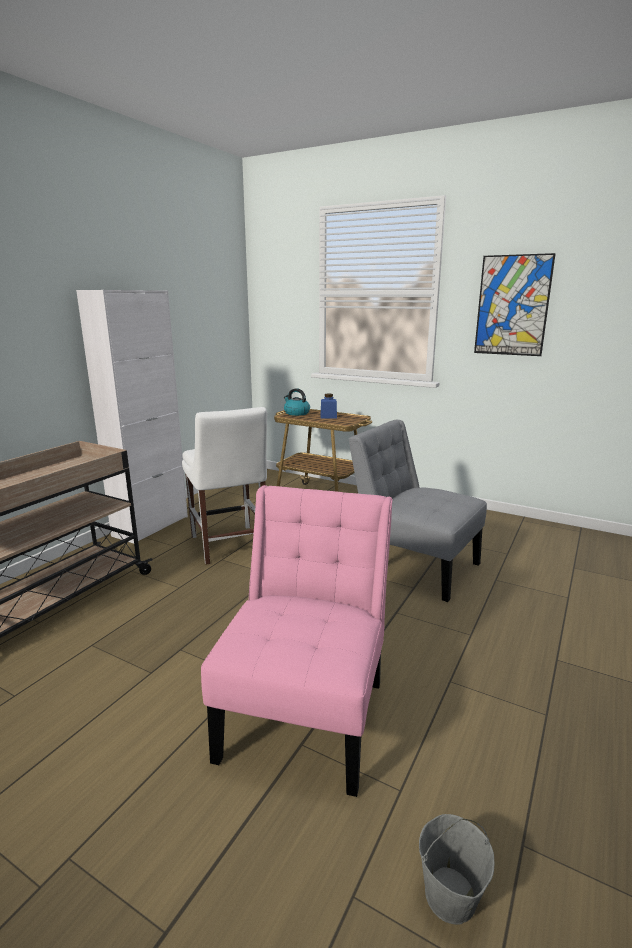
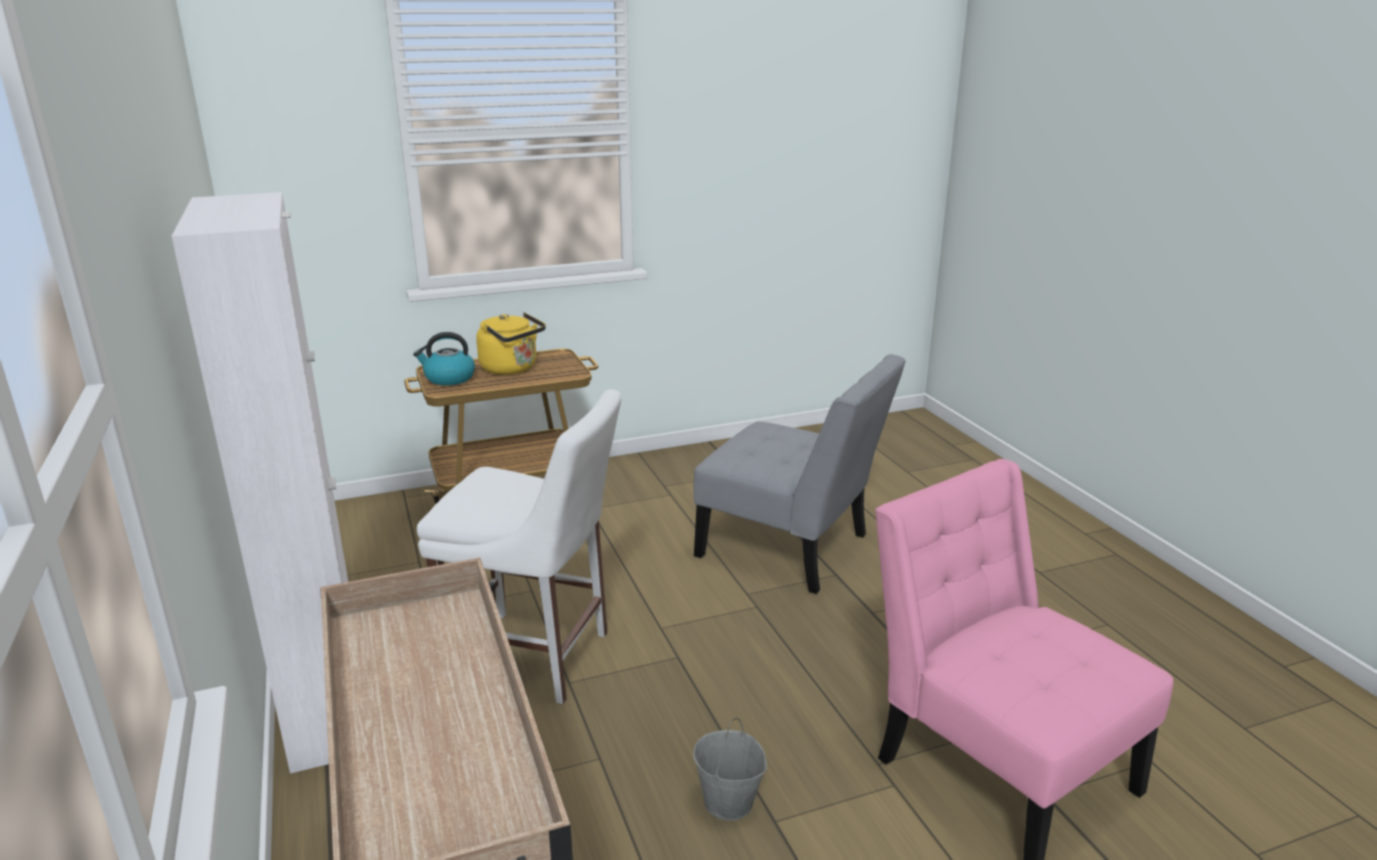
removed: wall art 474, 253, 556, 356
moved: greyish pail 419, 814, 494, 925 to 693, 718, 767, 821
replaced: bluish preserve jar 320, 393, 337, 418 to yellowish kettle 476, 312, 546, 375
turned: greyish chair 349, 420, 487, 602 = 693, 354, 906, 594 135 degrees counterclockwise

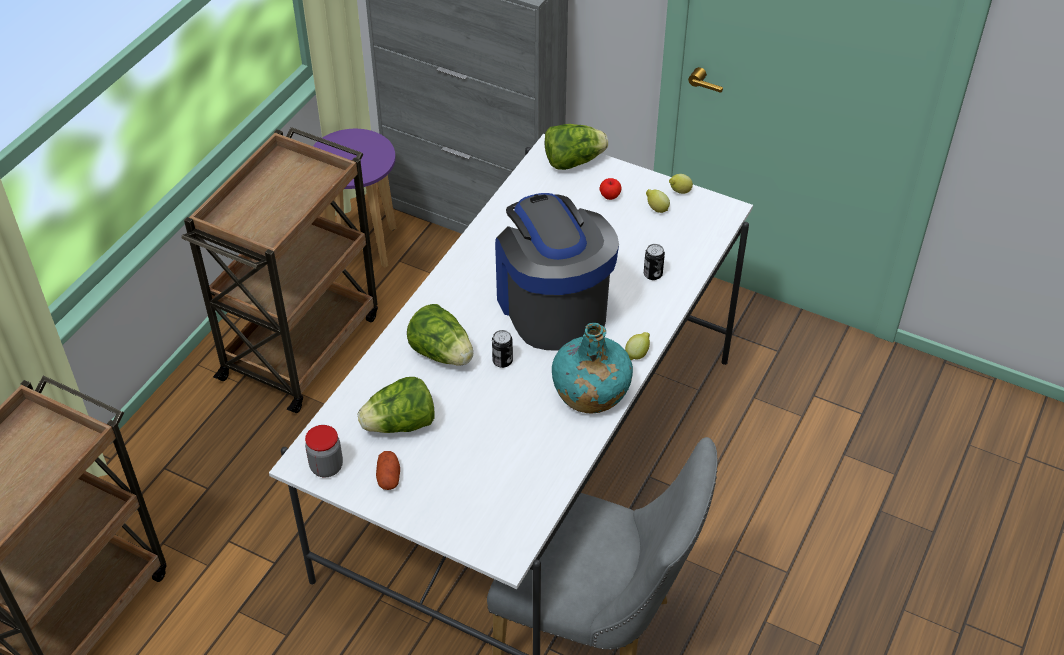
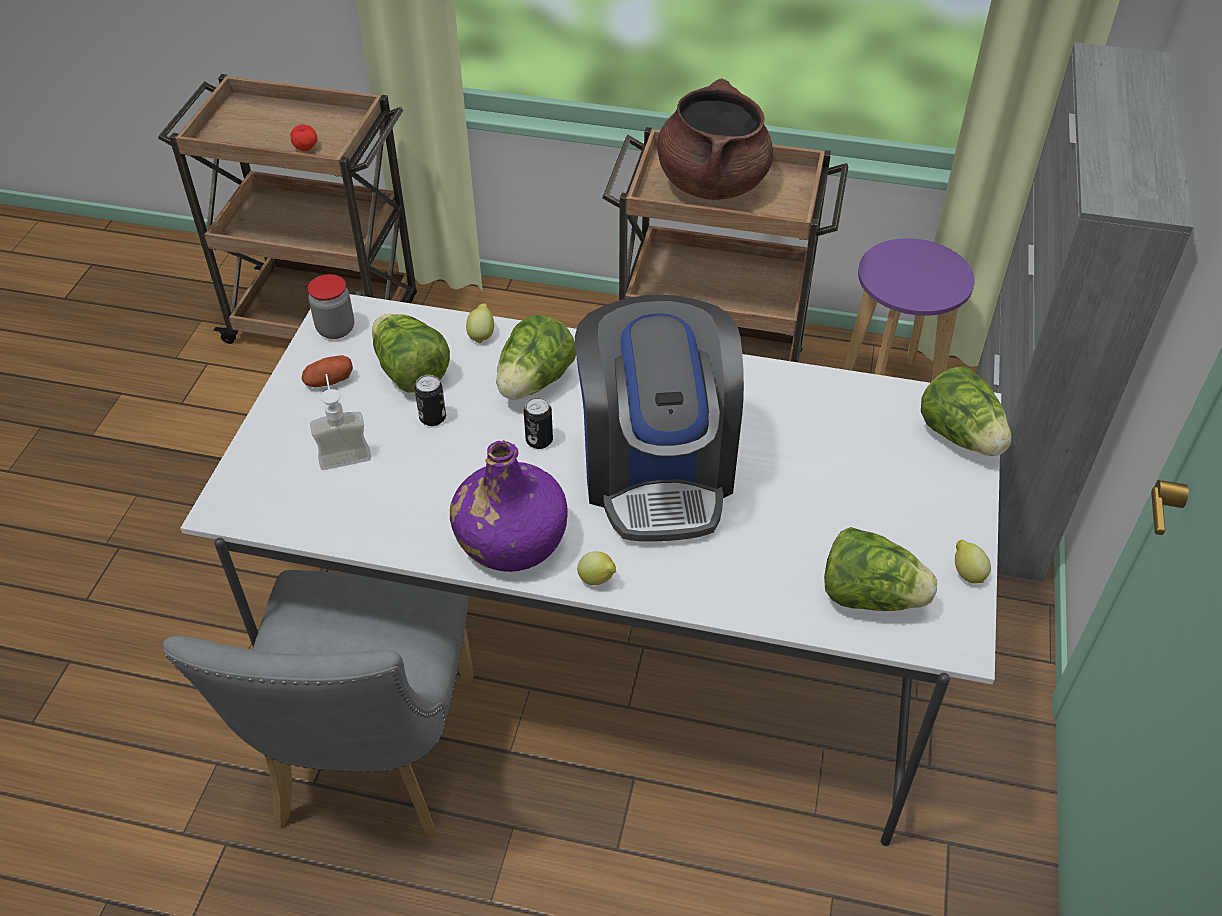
added: soap bottle 310, 374, 371, 470; brown-coloured cooking pot 657, 78, 773, 200; head of lettuce 824, 527, 937, 611
moved: apple fruit 600, 178, 622, 200 to 291, 125, 317, 152; can 644, 244, 665, 280 to 415, 375, 446, 426; whole lemon 646, 189, 670, 213 to 466, 303, 494, 344
recoloured: turquoise-coloured beverage bottle 552, 323, 633, 414 to purplish beverage bottle 450, 440, 568, 572
turned: coffee machine 495, 193, 619, 351 = 575, 295, 744, 542 120 degrees clockwise

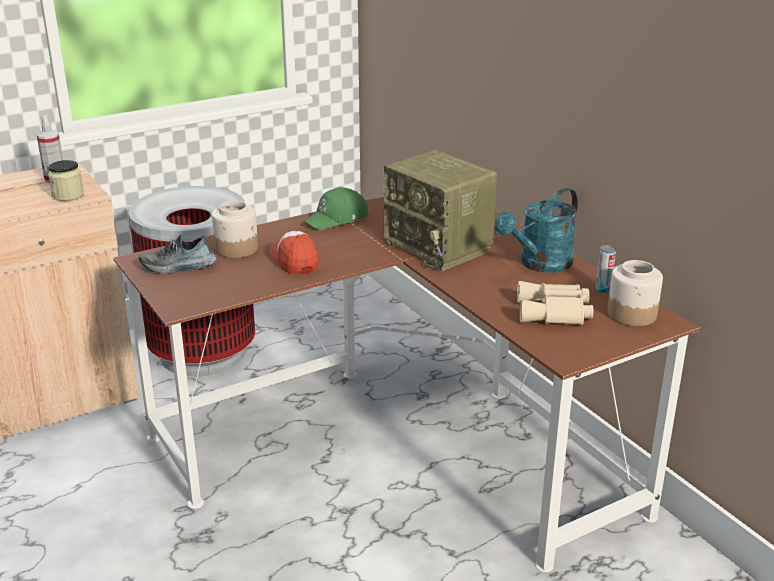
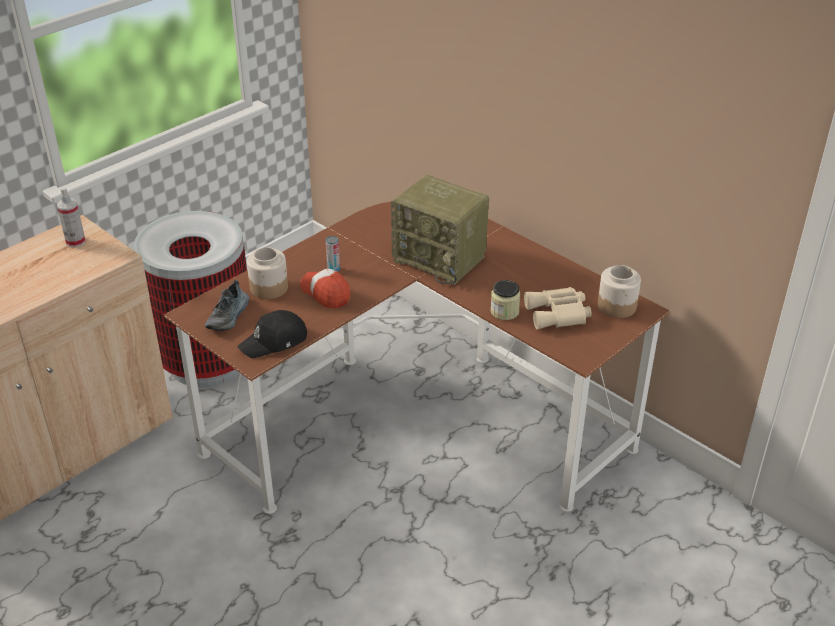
removed: greenish cap 303, 187, 368, 230; turquoise-coloured watering pot 495, 188, 578, 273
added: black-coloured cap 238, 310, 307, 358
moved: preserve jar 48, 160, 84, 201 to 490, 280, 520, 320; can 595, 245, 616, 293 to 326, 236, 340, 272
turned: low shoe 139, 234, 217, 274 = 205, 280, 249, 331 45 degrees counterclockwise

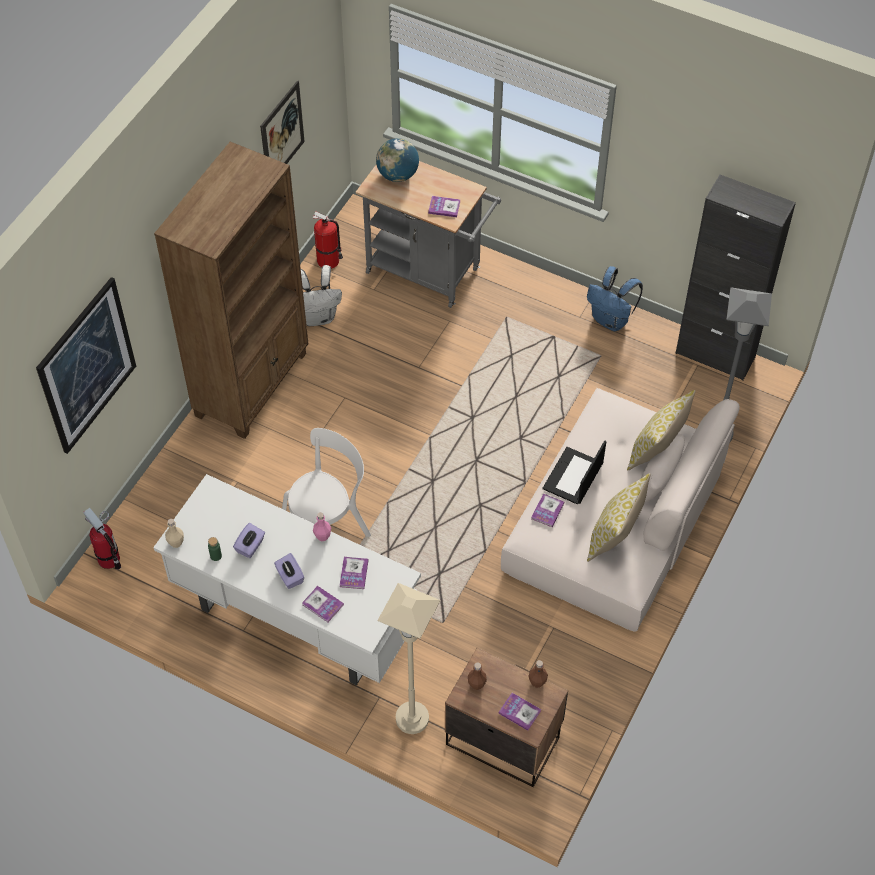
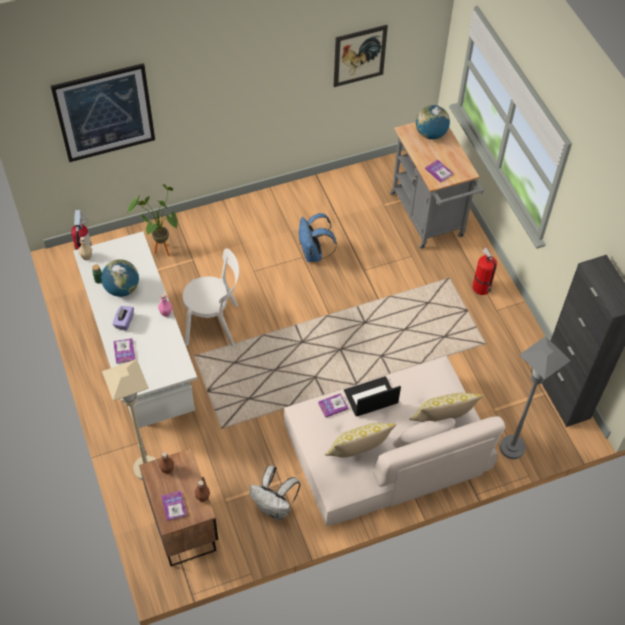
removed: brown-coloured bookshelf 154, 142, 308, 439; bound book 340, 557, 368, 589
added: plant in a pot 127, 184, 178, 256
moved: white-coloured rucksack 301, 265, 342, 326 to 249, 466, 300, 520; extinguisher 312, 211, 343, 269 to 472, 247, 497, 295; bluish rucksack 587, 266, 643, 331 to 299, 213, 337, 262
replaced: purplish tissue box 233, 523, 265, 558 to world globe 101, 259, 139, 297

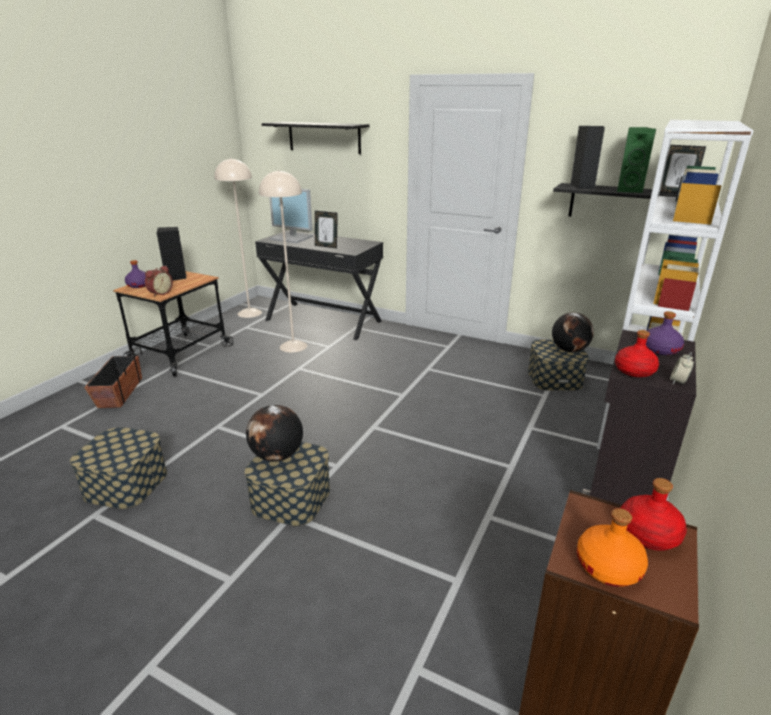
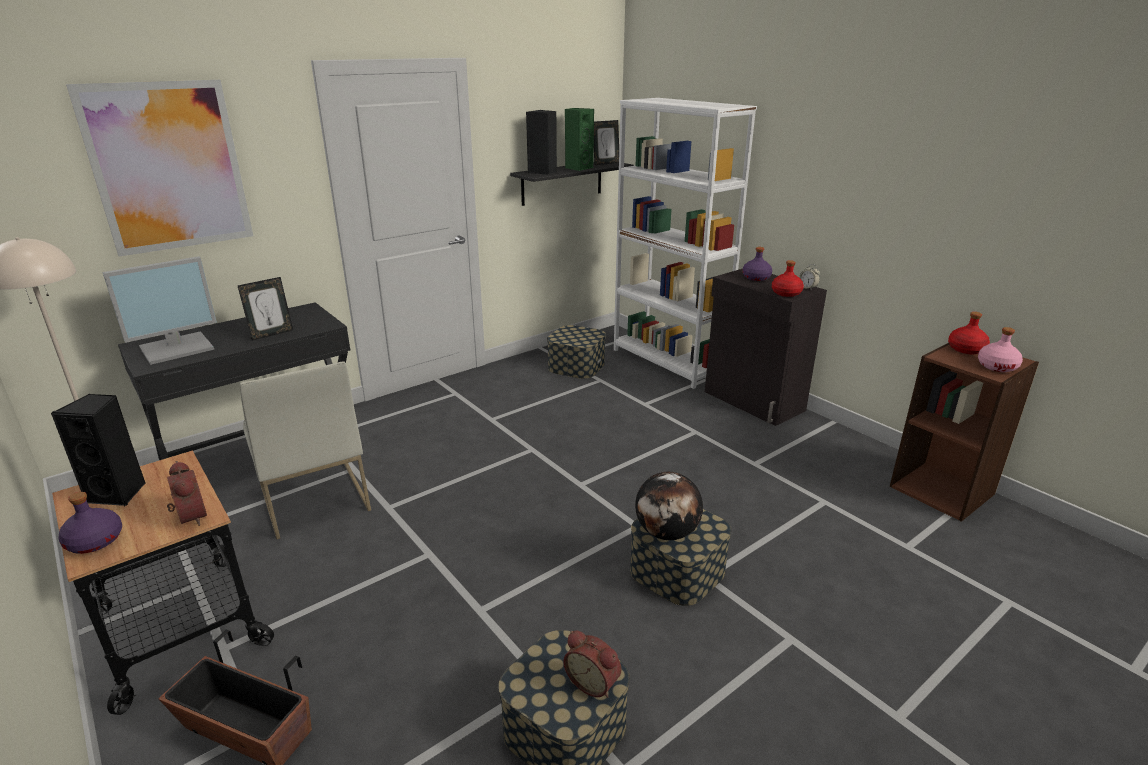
removed: world globe 552, 312, 594, 352
added: alarm clock 563, 631, 621, 698
replaced: beige-coloured floor lamp 259, 170, 307, 353 to white-coloured chair 240, 362, 371, 539; black-coloured bracket shelf 262, 122, 370, 154 to wall art 66, 80, 253, 257
recoloured: orange-coloured beverage bottle 577, 508, 648, 587 to pinkish beverage bottle 978, 327, 1023, 372

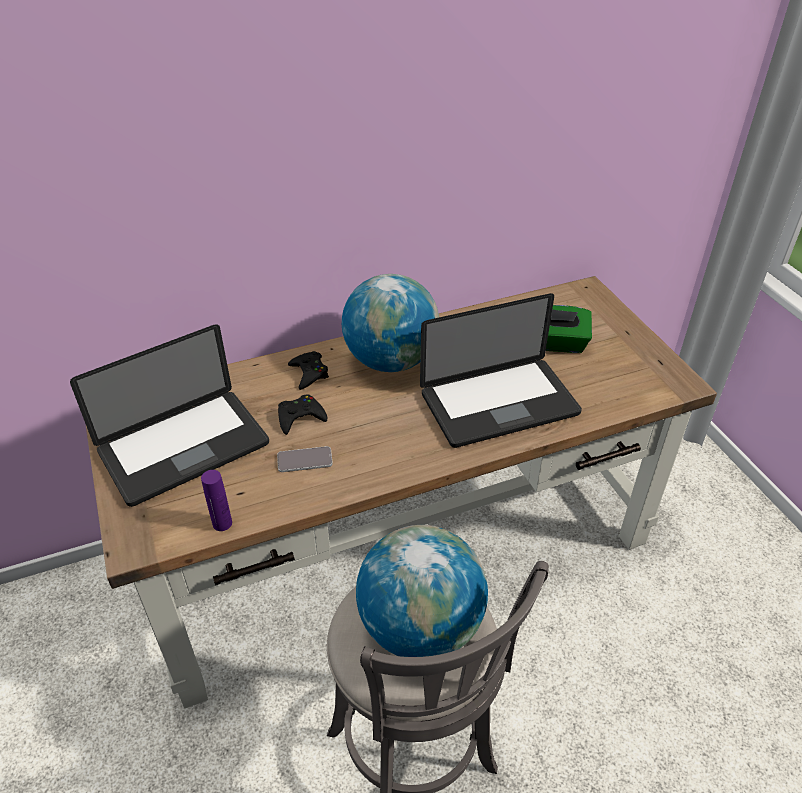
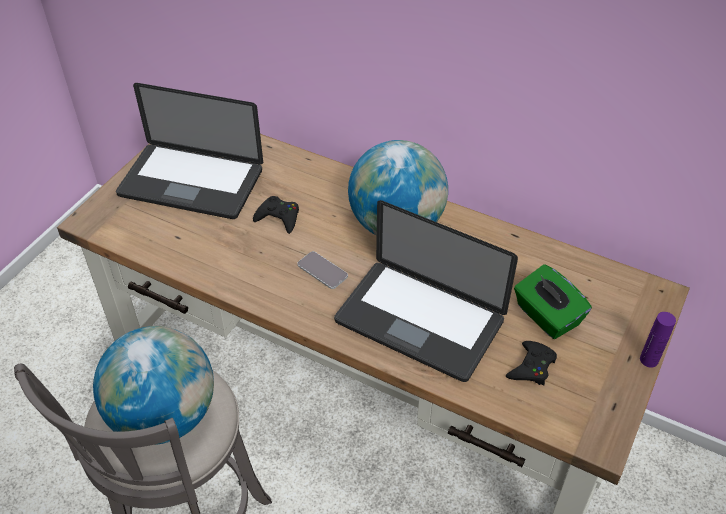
moved: purplish beverage bottle 201, 470, 232, 531 to 640, 312, 676, 368; telephone 277, 446, 333, 472 to 297, 251, 348, 289; black-coloured game controller 288, 351, 329, 390 to 506, 341, 557, 386

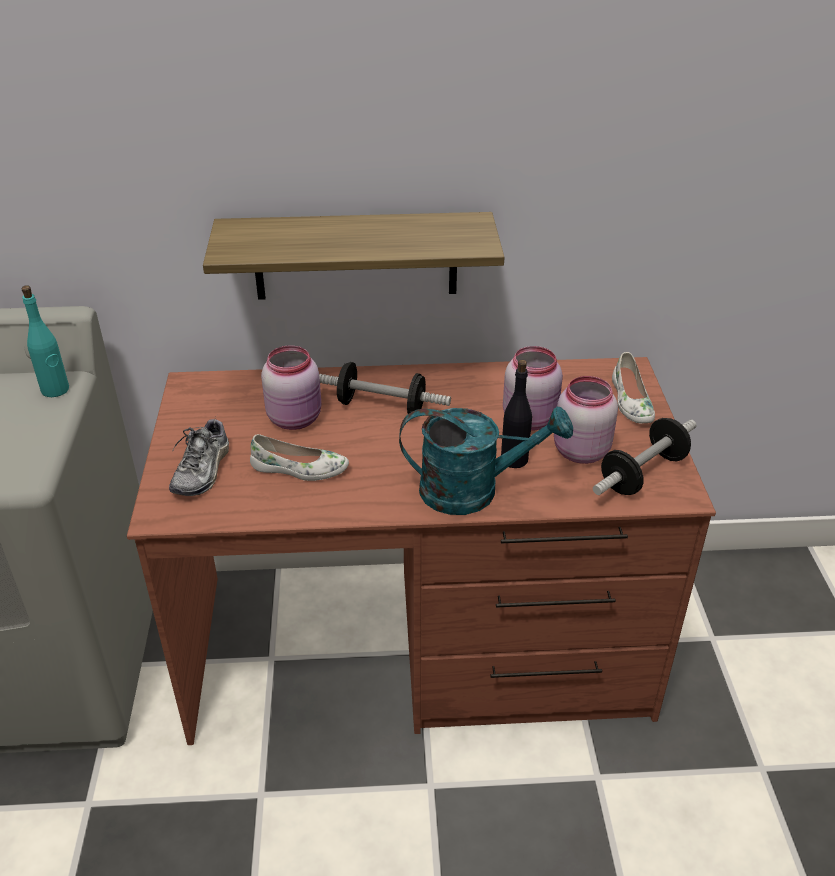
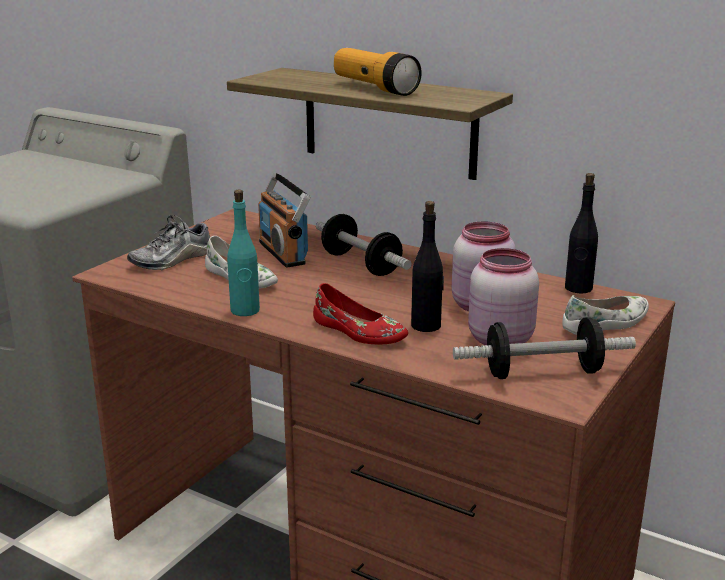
added: torch 334, 48, 422, 96; black-coloured beverage bottle 565, 173, 598, 294
moved: turquoise-coloured beverage bottle 22, 285, 69, 397 to 227, 190, 260, 316
replaced: pinkish preserve jar 261, 346, 321, 430 to radio receiver 258, 172, 310, 267; turquoise-coloured watering pot 399, 406, 573, 515 to red low shoe 313, 283, 408, 344
turned: white-coloured low shoe 612, 352, 655, 423 = 562, 295, 649, 335 150 degrees counterclockwise

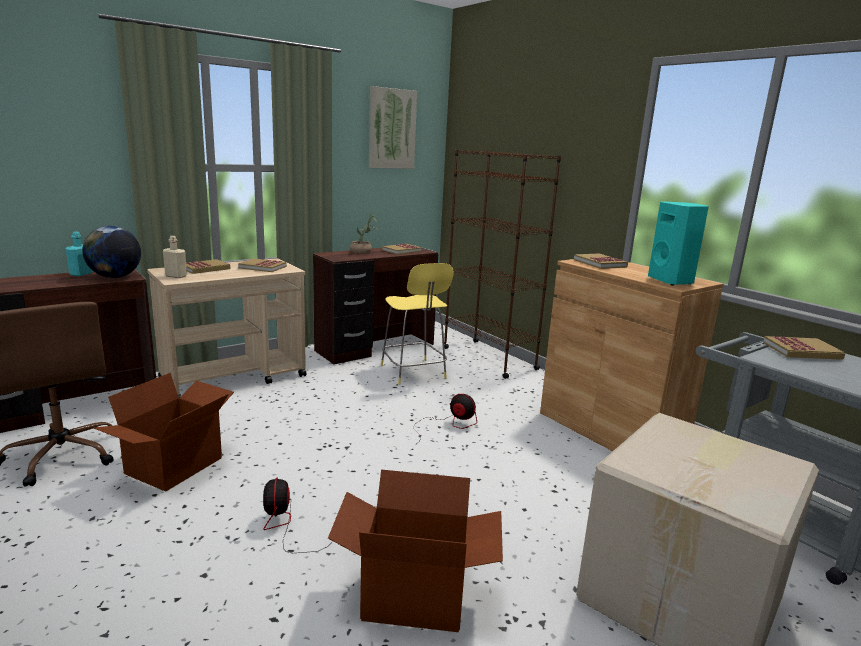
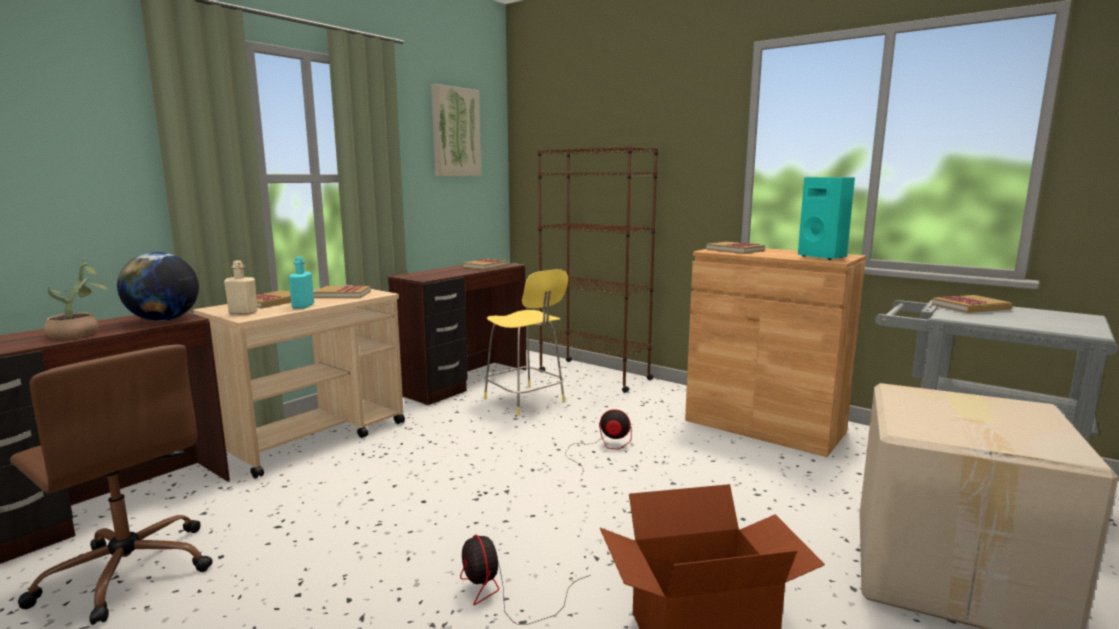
removed: carton 93, 373, 234, 492
moved: turquoise-coloured beverage bottle 65, 232, 93, 276 to 289, 256, 314, 309; plant in a pot 350, 213, 378, 254 to 44, 259, 110, 340

